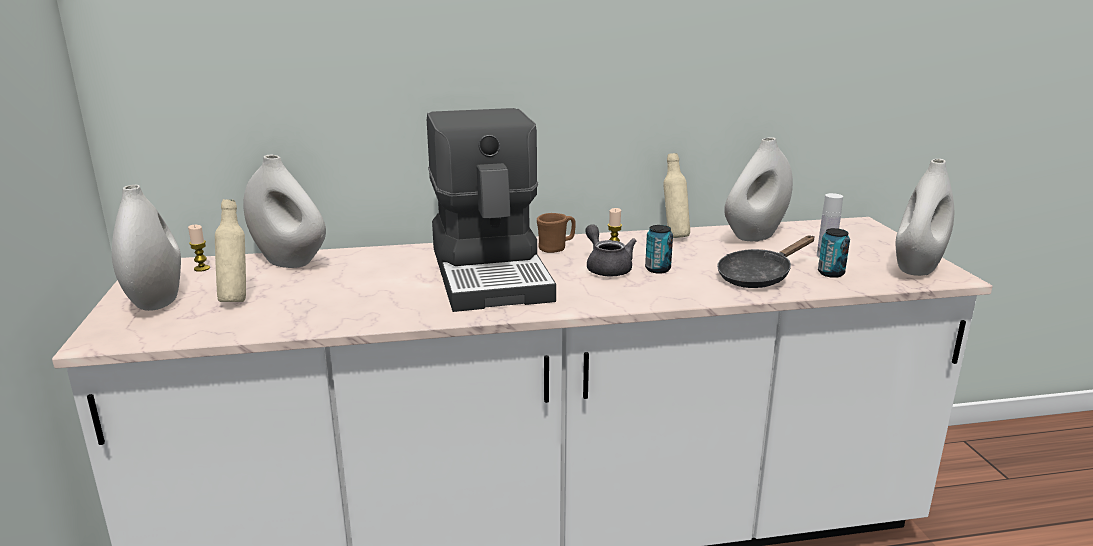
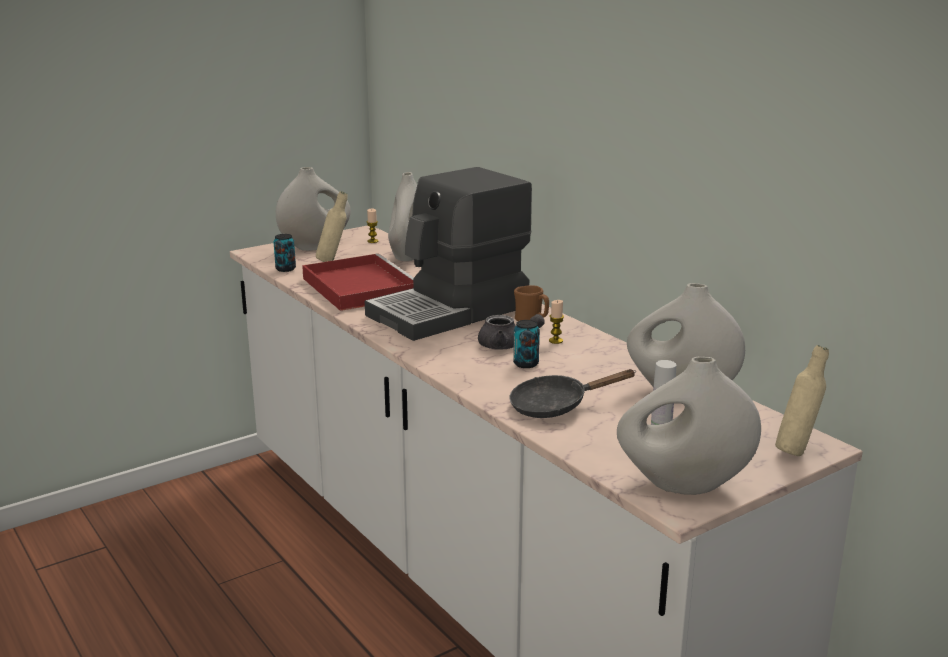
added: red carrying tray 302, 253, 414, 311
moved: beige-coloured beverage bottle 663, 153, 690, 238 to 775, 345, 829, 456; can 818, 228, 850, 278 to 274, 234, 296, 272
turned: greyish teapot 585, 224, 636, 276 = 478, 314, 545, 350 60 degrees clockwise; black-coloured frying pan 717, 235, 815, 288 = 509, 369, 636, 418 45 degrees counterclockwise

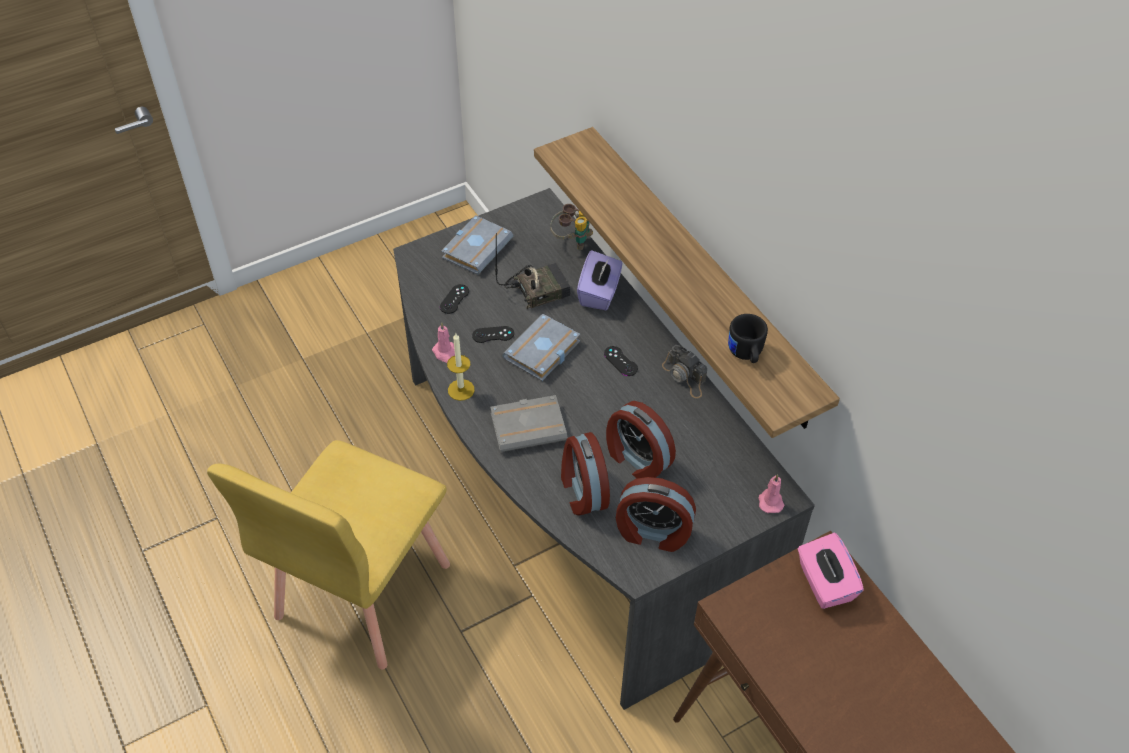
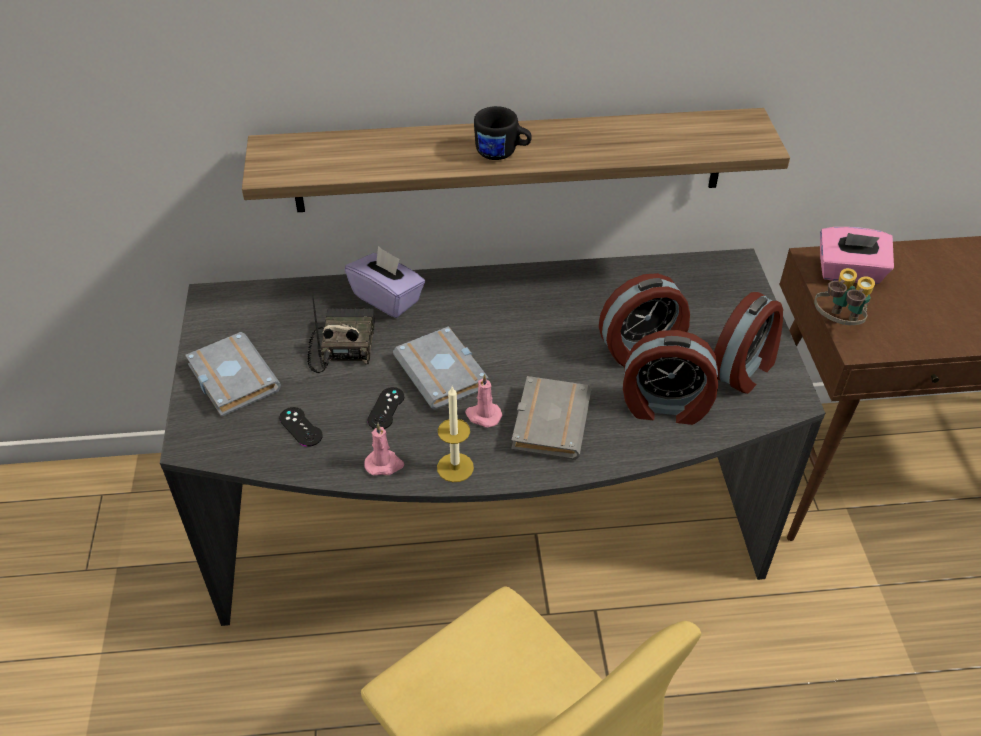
removed: black-coloured game controller 604, 346, 638, 376; photo camera 662, 345, 707, 398
moved: binoculars 550, 204, 593, 250 to 814, 268, 875, 325; black-coloured mug 728, 314, 768, 363 to 474, 106, 532, 160; pinkish wax light 759, 474, 785, 513 to 466, 374, 502, 427

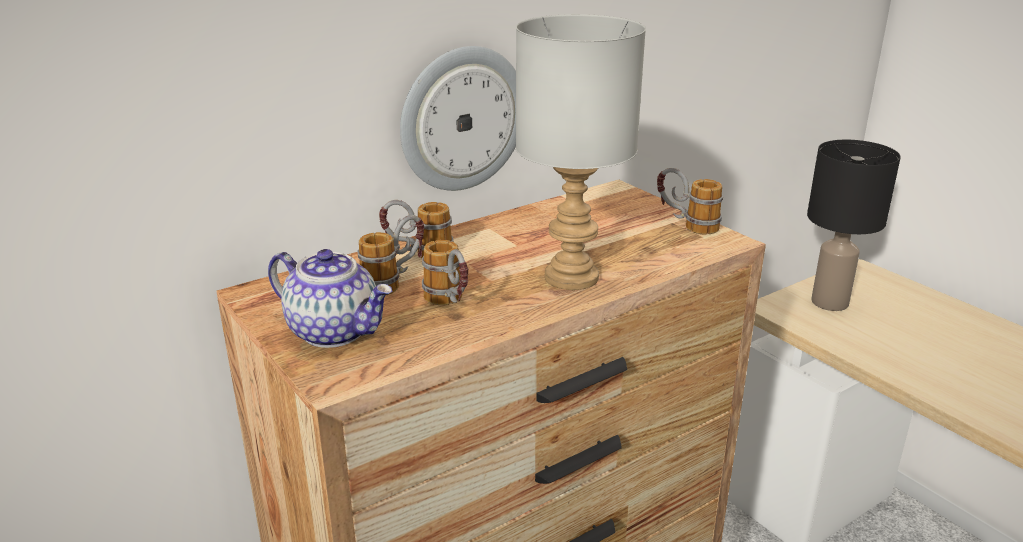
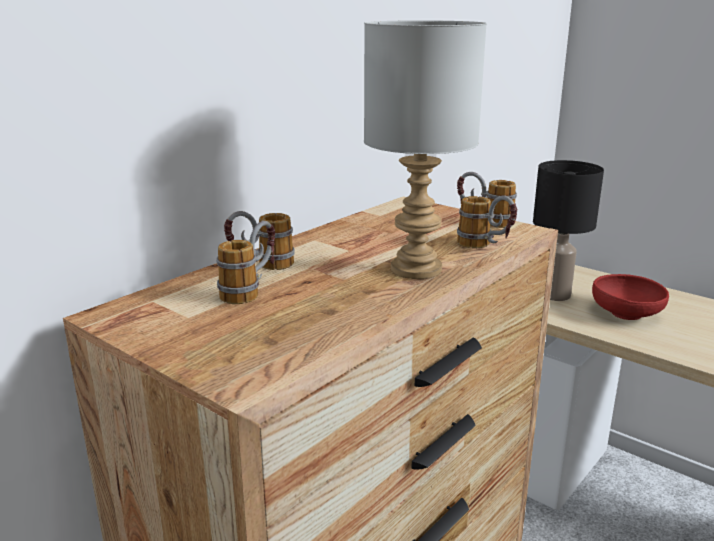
removed: teapot 268, 249, 392, 348; clock on the wall 400, 46, 516, 191
added: red deep dish 592, 274, 669, 320
moved: mug 422, 240, 469, 305 to 457, 196, 517, 248

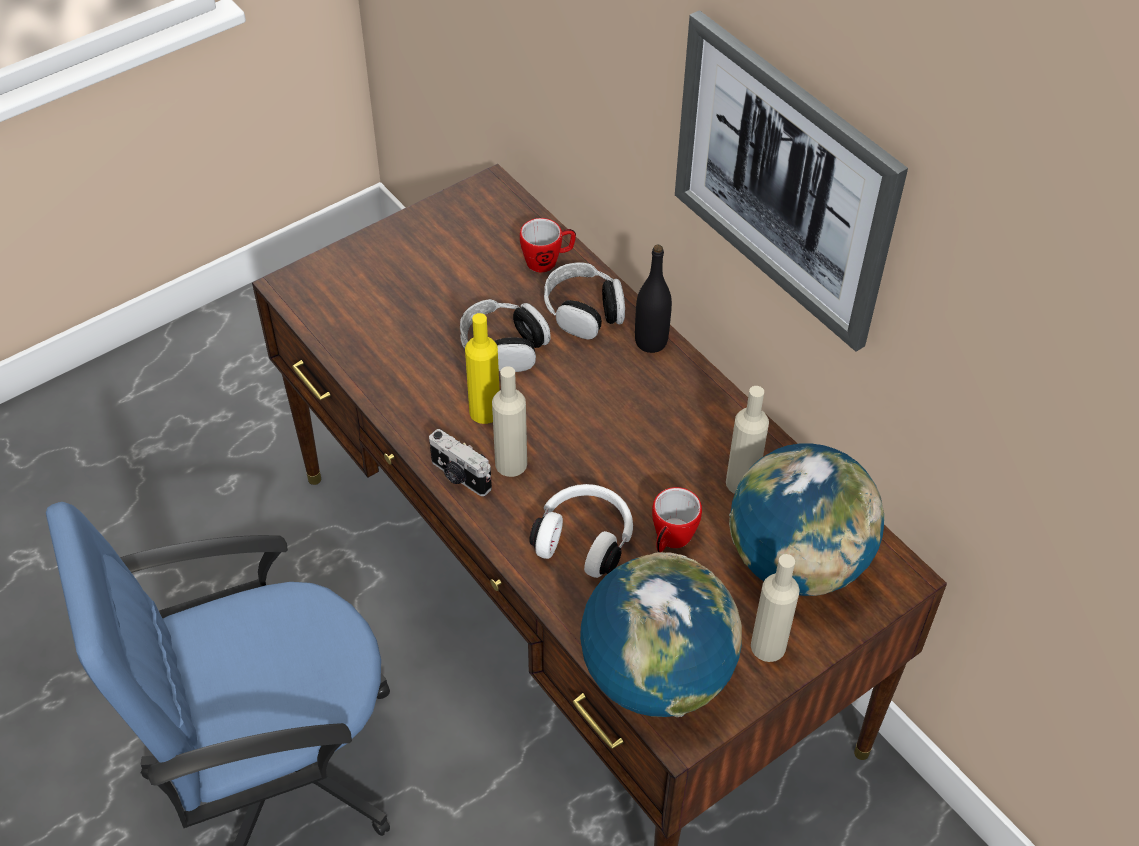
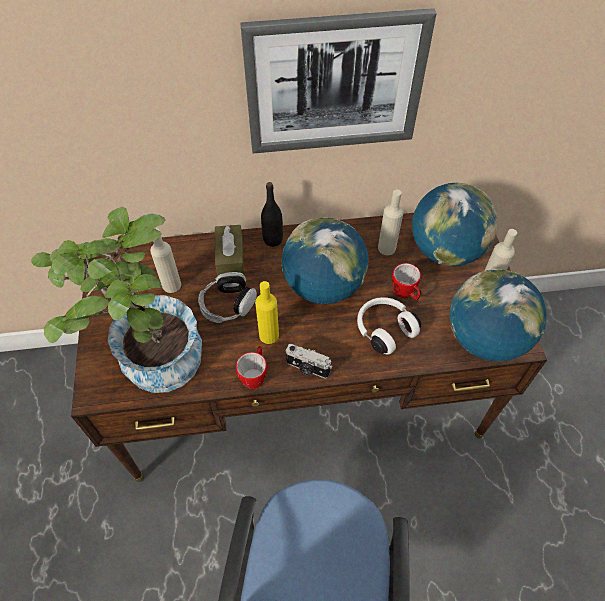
added: plant in a pot 31, 207, 202, 393; world globe 282, 217, 368, 304
moved: beige-coloured beverage bottle 492, 366, 527, 477 to 150, 228, 181, 293; mug 520, 218, 576, 272 to 236, 346, 267, 389
replaced: headphones 544, 262, 625, 339 to brown-coloured tissue box 215, 224, 244, 276
turned: photo camera 429, 429, 492, 496 = 285, 343, 332, 379 45 degrees clockwise

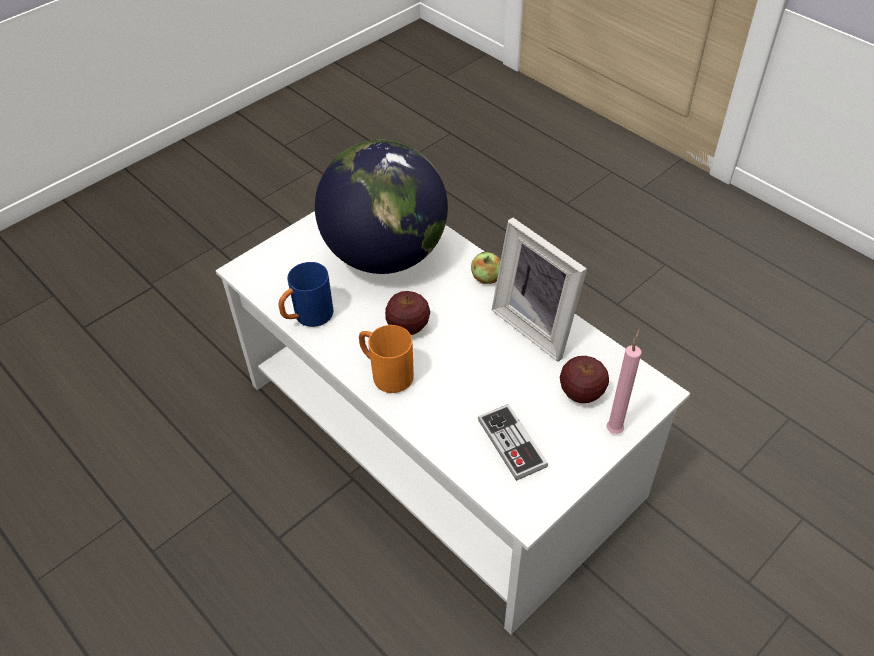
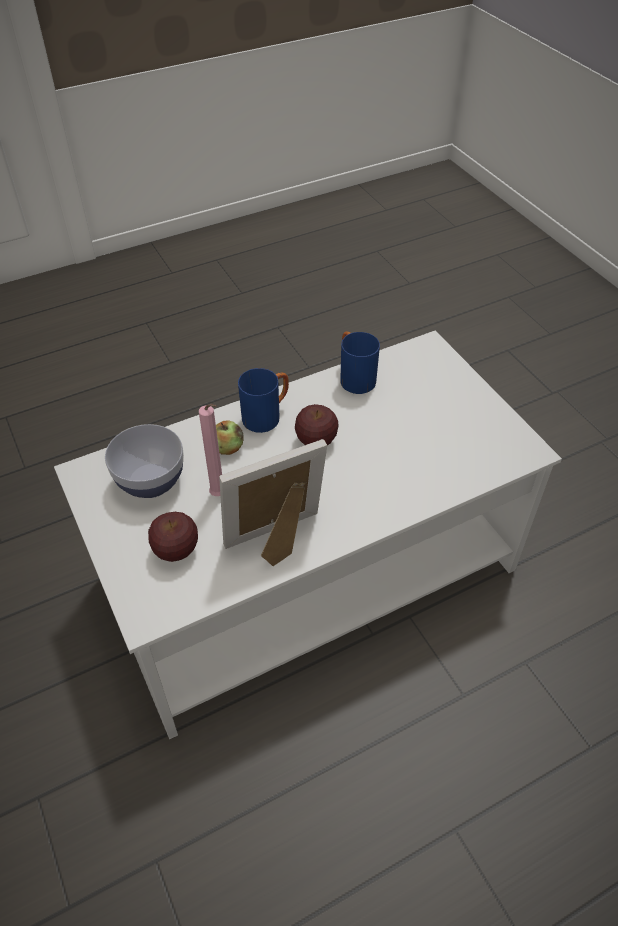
removed: world globe 315, 140, 448, 274
moved: apple fruit 471, 252, 501, 284 to 216, 420, 244, 455; pinkish wax light 607, 329, 641, 434 to 199, 404, 222, 496
replaced: game controller 478, 404, 548, 481 to deep dish 105, 424, 184, 498
recoloured: orange-coloured mug 359, 325, 414, 393 to bluish mug 238, 368, 289, 433

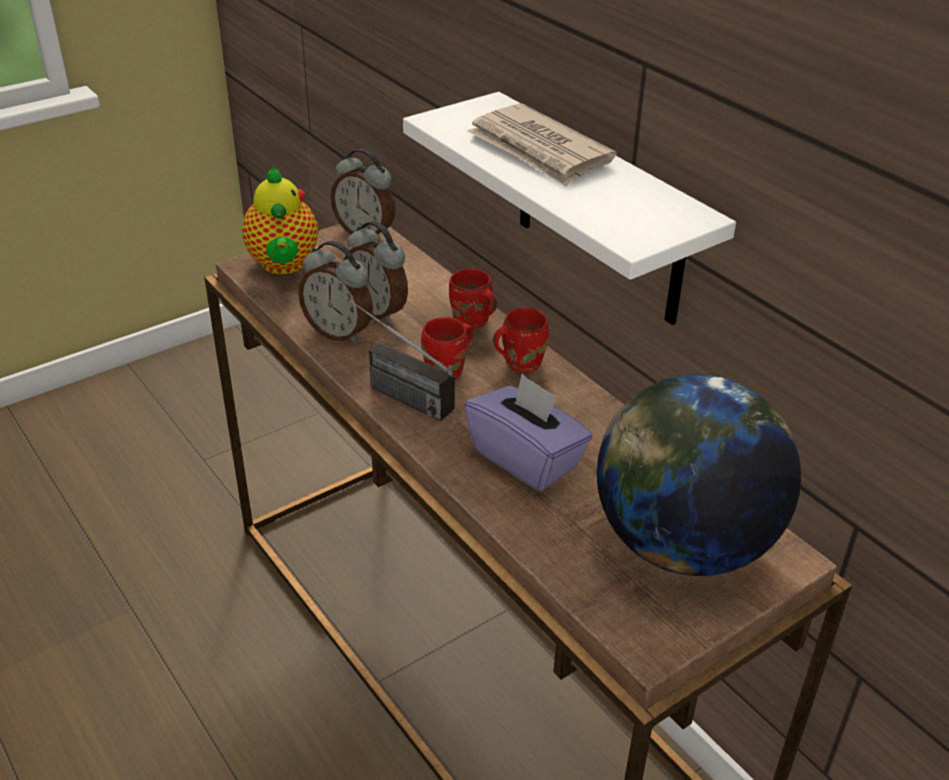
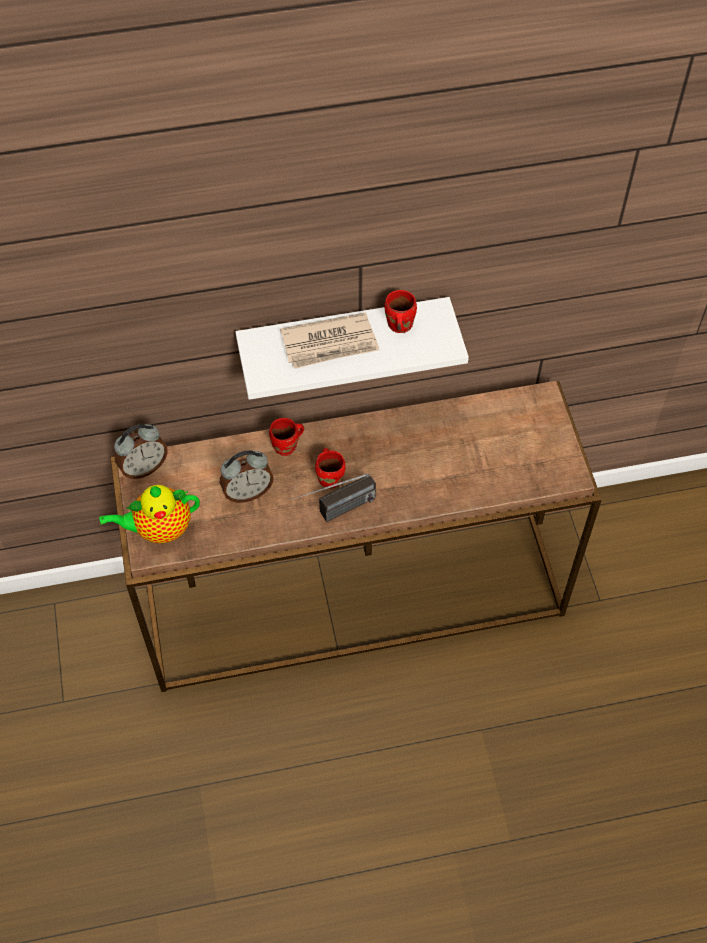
removed: alarm clock 298, 241, 373, 344; purplish tissue box 464, 374, 593, 491; world globe 597, 374, 801, 576
moved: red mug 493, 308, 549, 373 to 385, 290, 417, 333
turned: teapot 242, 167, 318, 274 = 99, 485, 200, 544 150 degrees clockwise

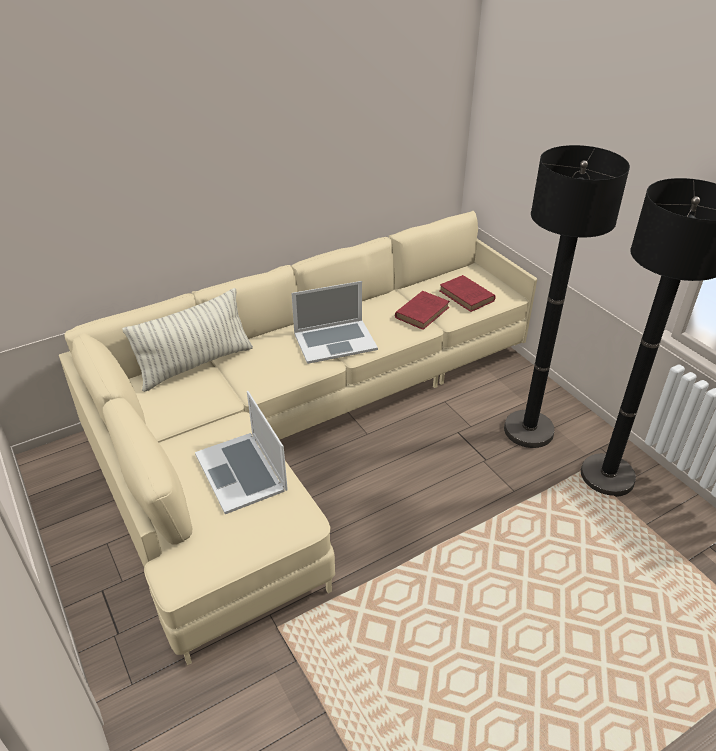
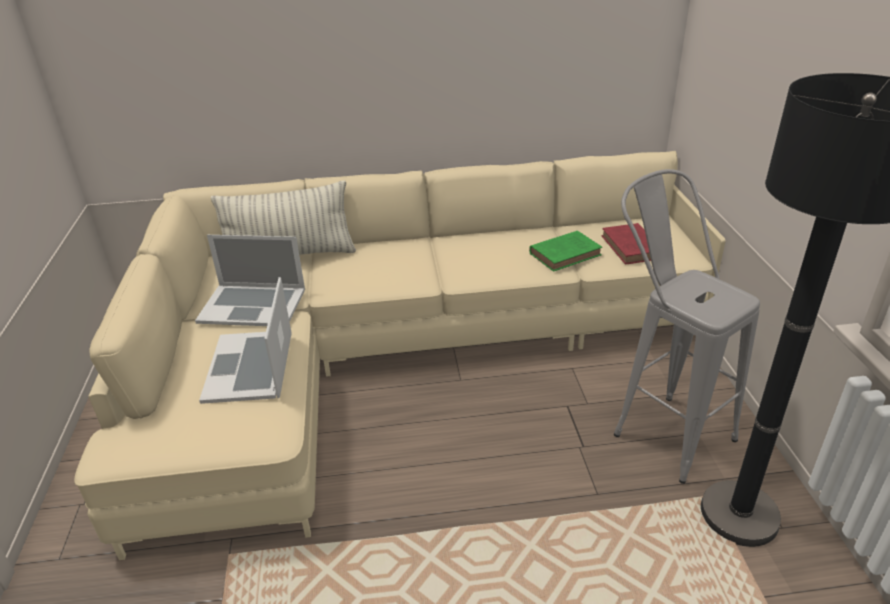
moved: notebook computer 292, 281, 378, 364 to 195, 235, 305, 326
replaced: black-coloured floor lamp 504, 145, 630, 448 to greyish stool 614, 169, 760, 484
recoloured: red bound book 395, 291, 450, 330 to greenish bound book 529, 231, 602, 271

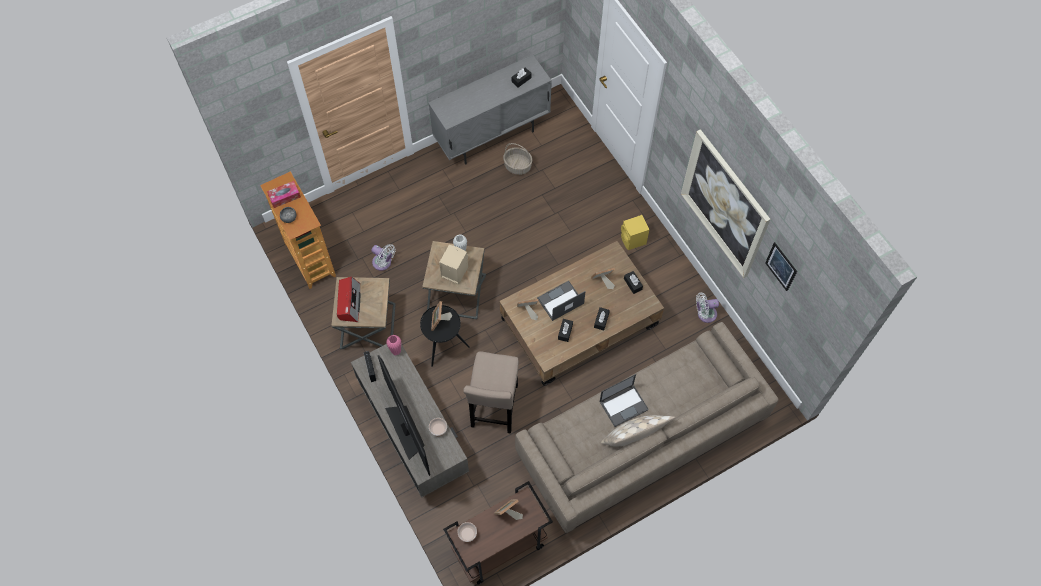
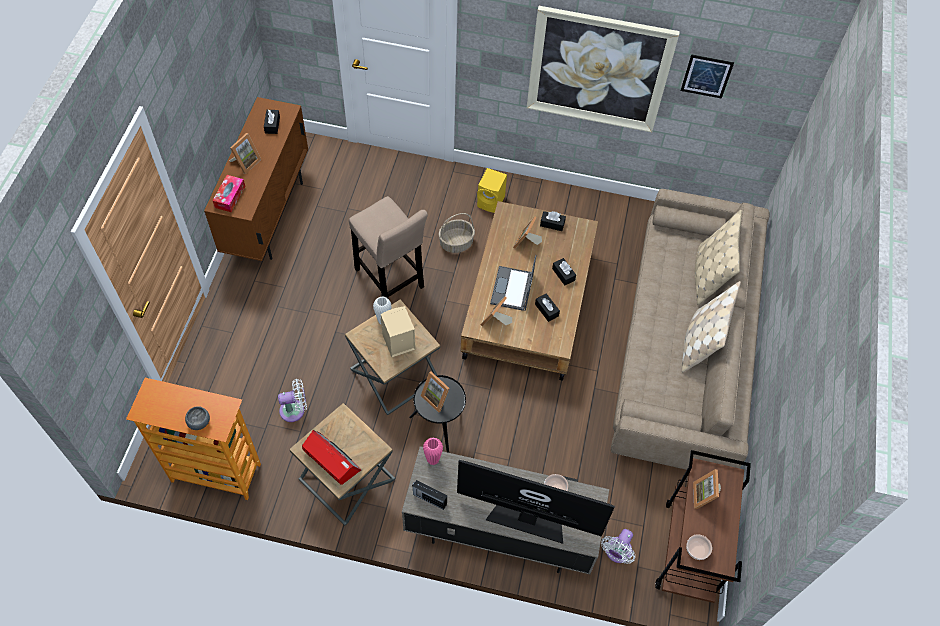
removed: notebook computer 600, 374, 649, 427
added: photo frame 229, 133, 261, 174; beige-coloured cushion 695, 210, 742, 305
moved: tissue box 267, 181, 301, 208 to 212, 175, 245, 212; beige-coloured stool 463, 352, 519, 434 to 349, 196, 428, 298; storage basket 503, 143, 533, 175 to 438, 213, 475, 253; white-coloured fan 696, 292, 719, 323 to 601, 529, 635, 564
recoloured: greyish cabinet 428, 55, 552, 165 to brown-coloured cabinet 204, 97, 308, 261

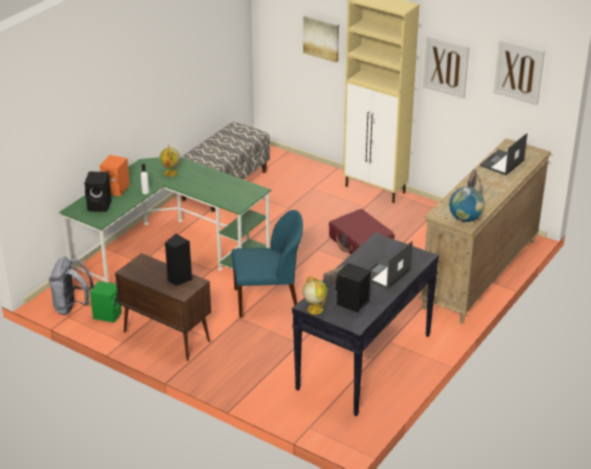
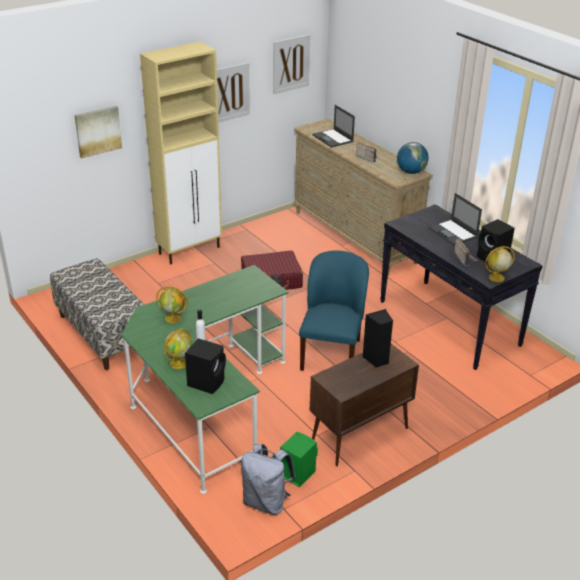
replaced: orange-coloured audio speaker 100, 155, 130, 196 to world globe 164, 328, 192, 369

